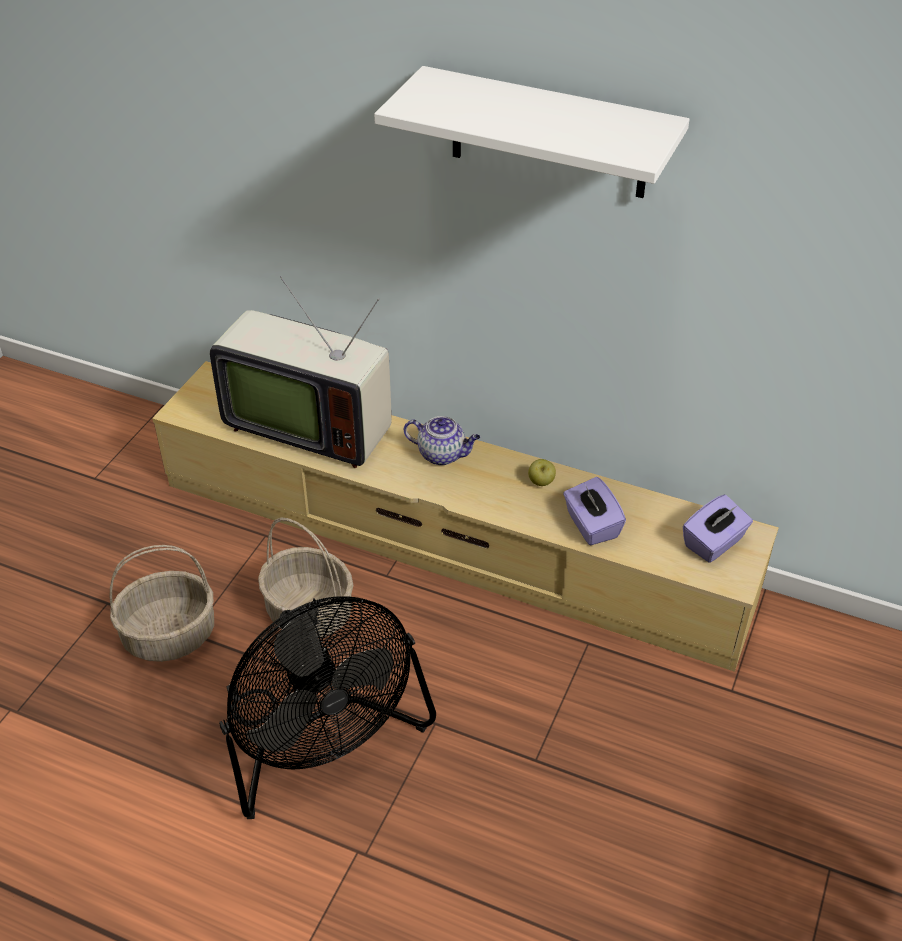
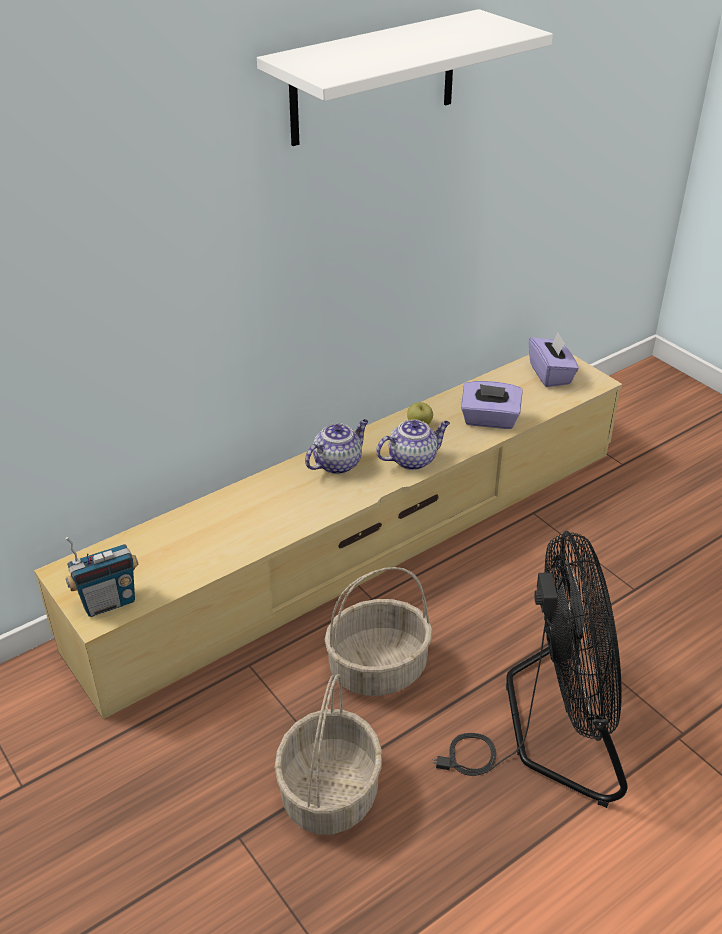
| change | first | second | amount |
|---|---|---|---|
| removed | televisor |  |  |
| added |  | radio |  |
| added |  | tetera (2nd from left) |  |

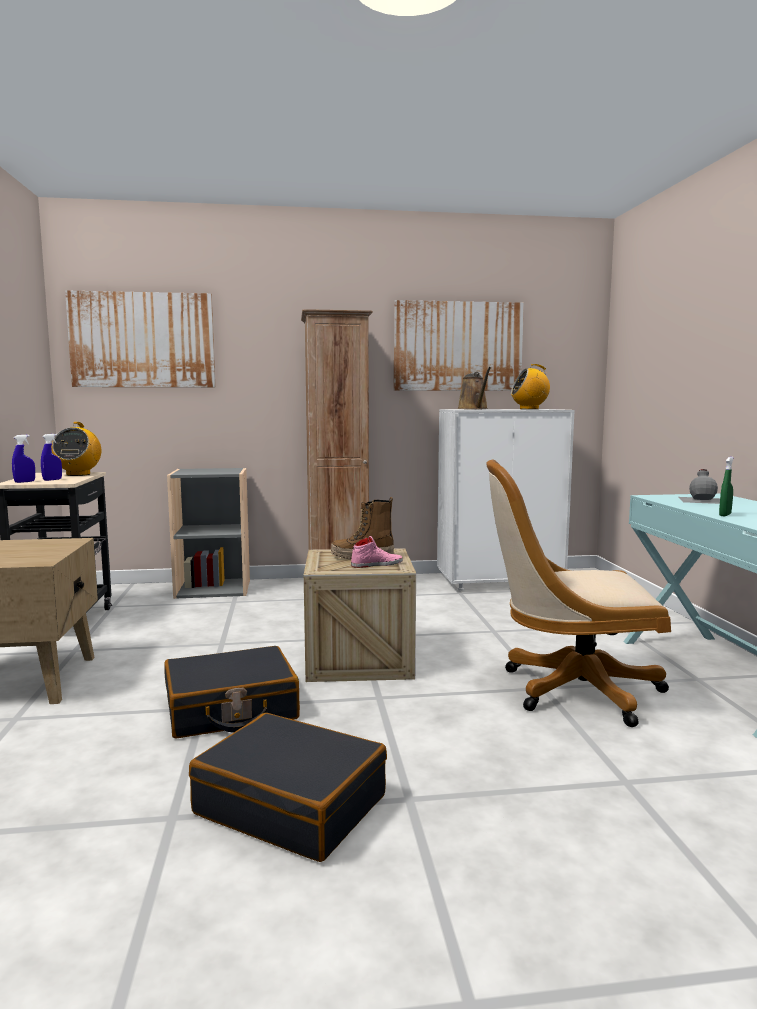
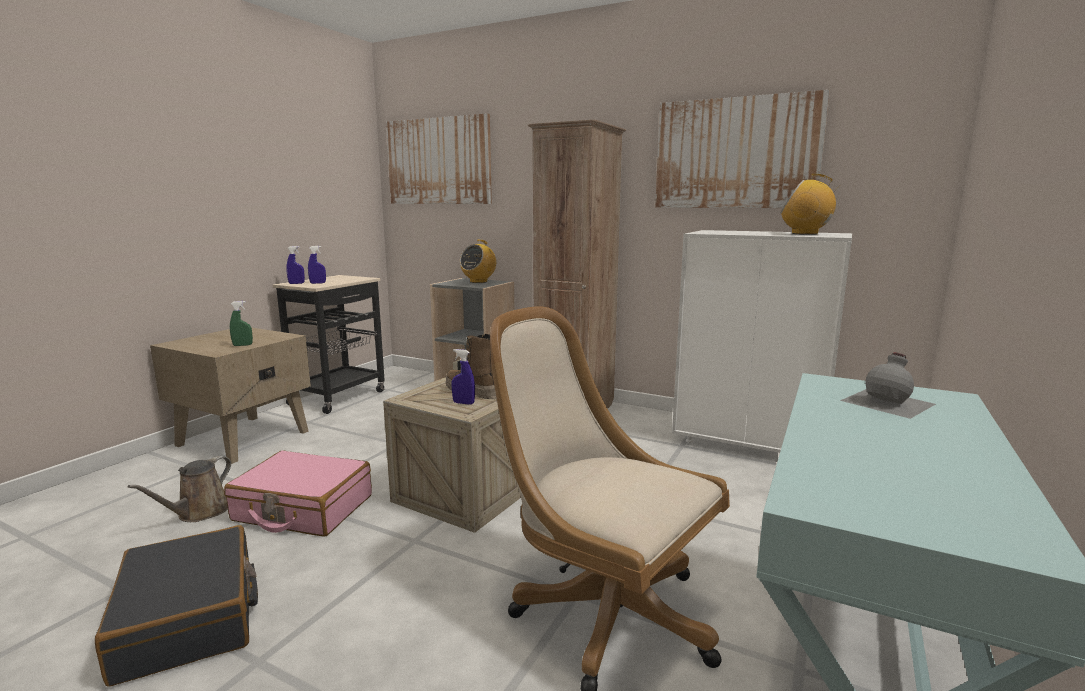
| change | first | second | amount |
|---|---|---|---|
| moved | radio (1st from left) |  |  |
| moved | regadera/marrón |  |  |
| moved | pulverizador/verde |  |  |
| replaced | zapato/rosa | pulverizador/azul (3rd from left) |  |
| recoloured | maleta/negro (1st from left) | maleta/rosa |  |

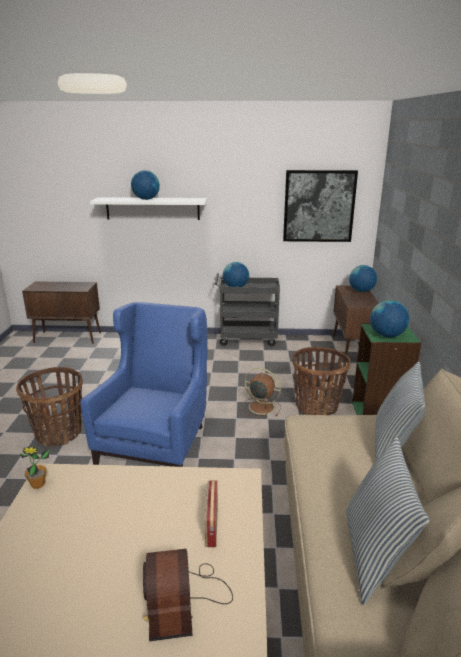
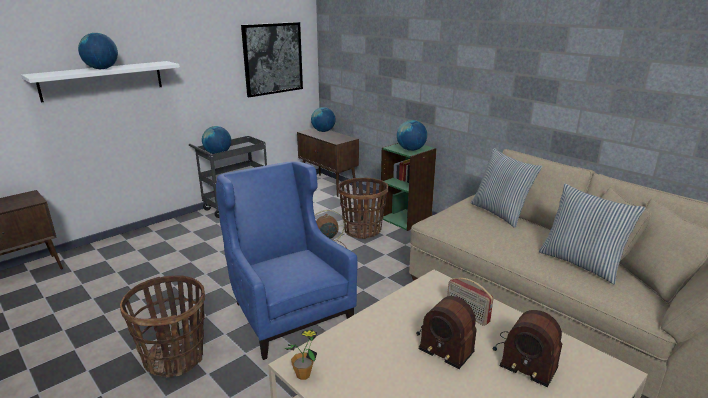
| change | first | second | amount |
|---|---|---|---|
| added |  | radio (1st from left) |  |

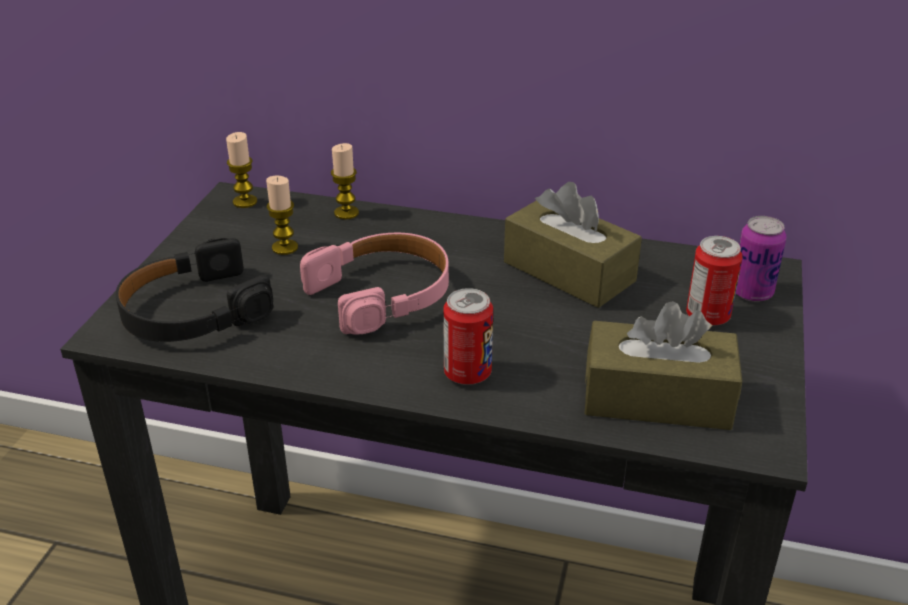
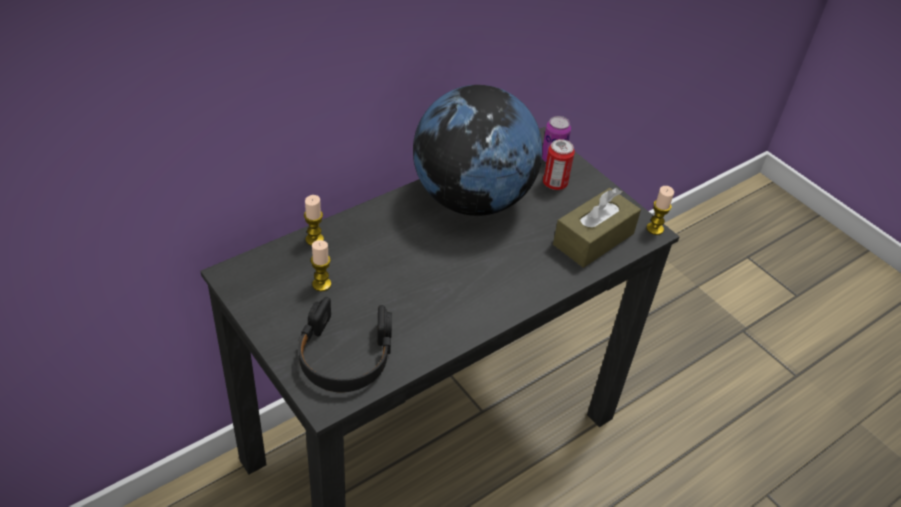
| change | first | second | amount |
|---|---|---|---|
| removed | auriculares/rosa |  |  |
| removed | lata (1st from left) |  |  |
| moved | vela (1st from left in the first image) | vela (3rd from left) |  |
| replaced | caja de pañuelos/marrón (1st from left) | globo terráqueo |  |

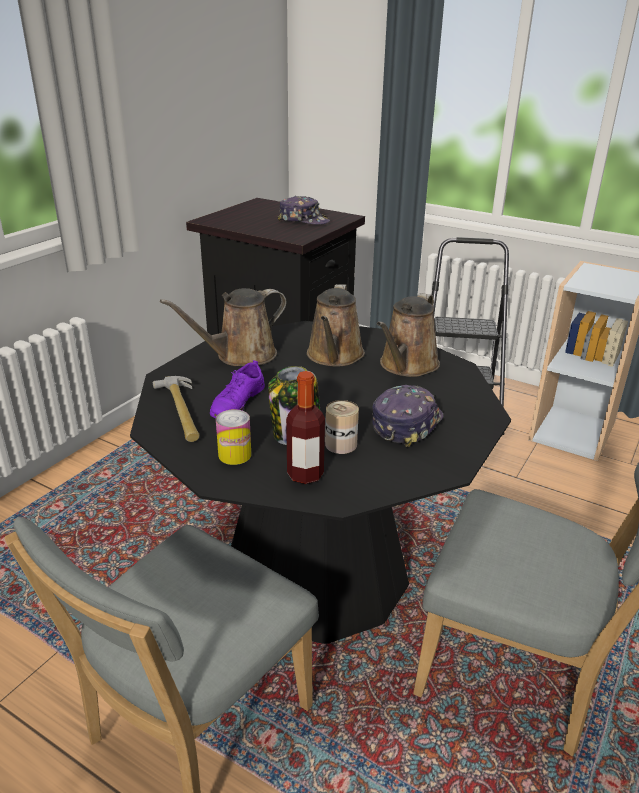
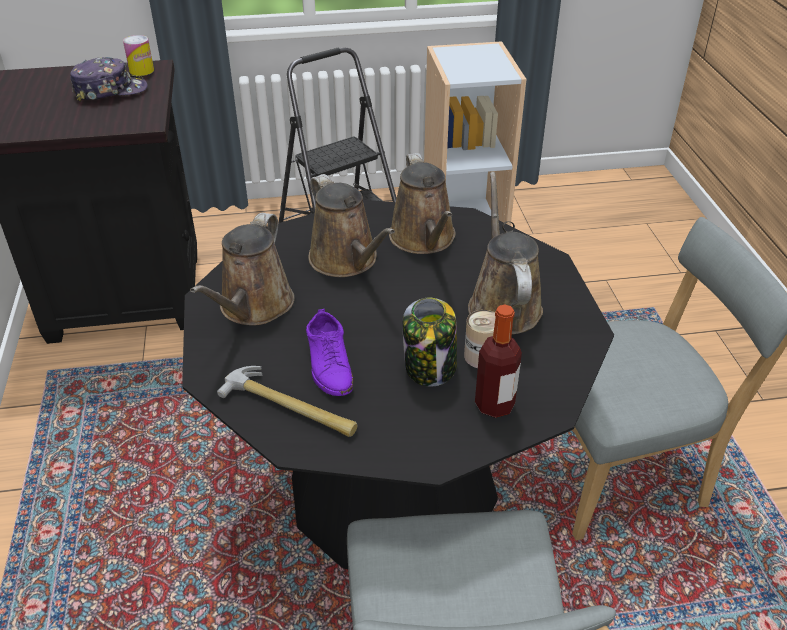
| change | first | second | amount |
|---|---|---|---|
| moved | lata (1st from left) |  |  |
| replaced | gorra (2nd from left) | regadera/marrón (4th from left) |  |

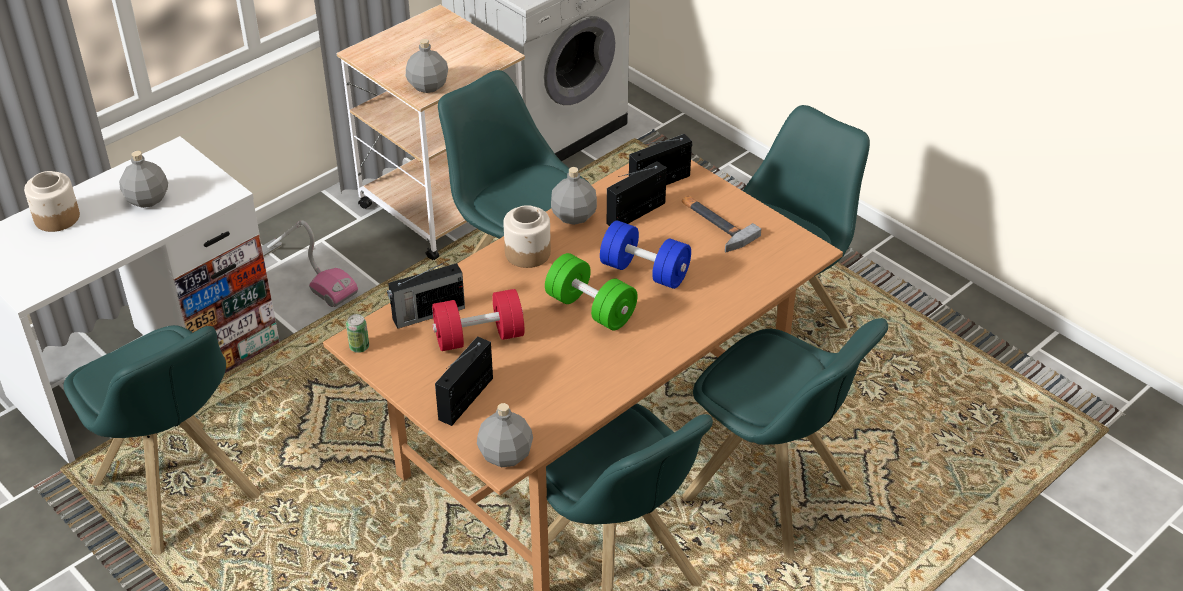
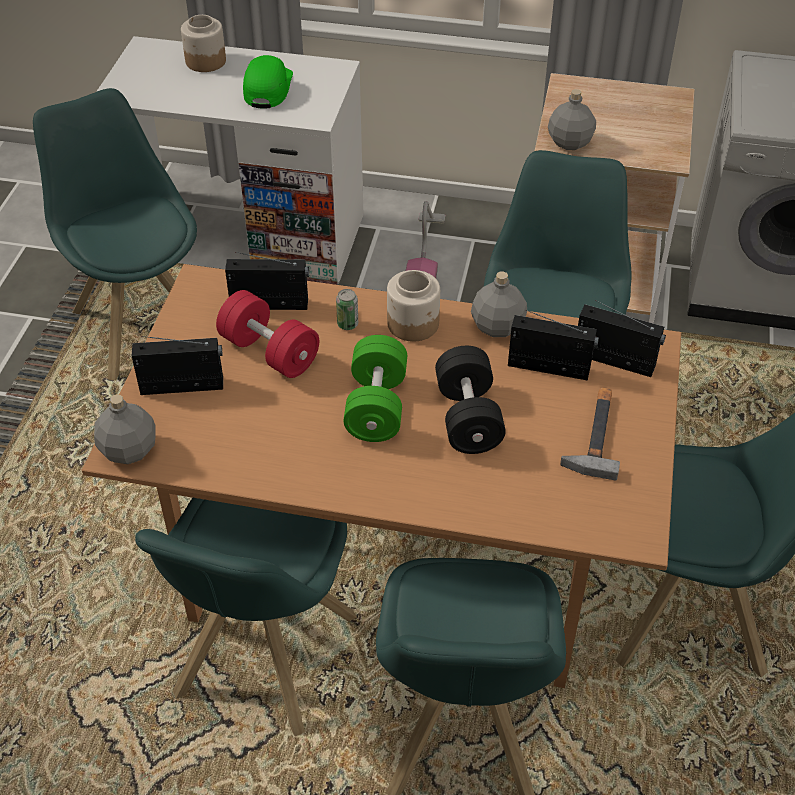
| change | first | second | amount |
|---|---|---|---|
| moved | lata |  |  |
| replaced | botella/gris (1st from left) | gorra/verde |  |
| recoloured | mancuerna/azul | mancuerna/negro |  |
| turned | silla/turquesa (1st from left) |  | 135 degrees clockwise |
| turned | radio (1st from left in the first image) | radio (2nd from left) | 150 degrees clockwise |

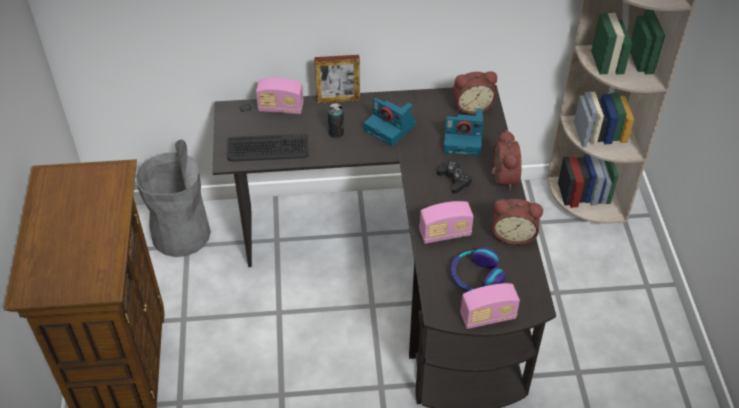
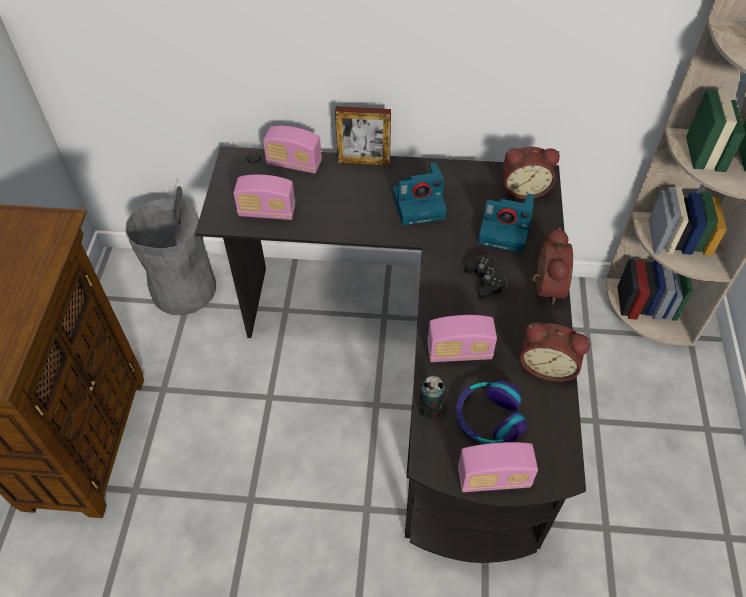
| change | first | second | amount |
|---|---|---|---|
| moved | lata |  |  |
| replaced | teclado | radio (1st from left) |  |
| turned | cámara (1st from left) |  | 60 degrees counterclockwise |

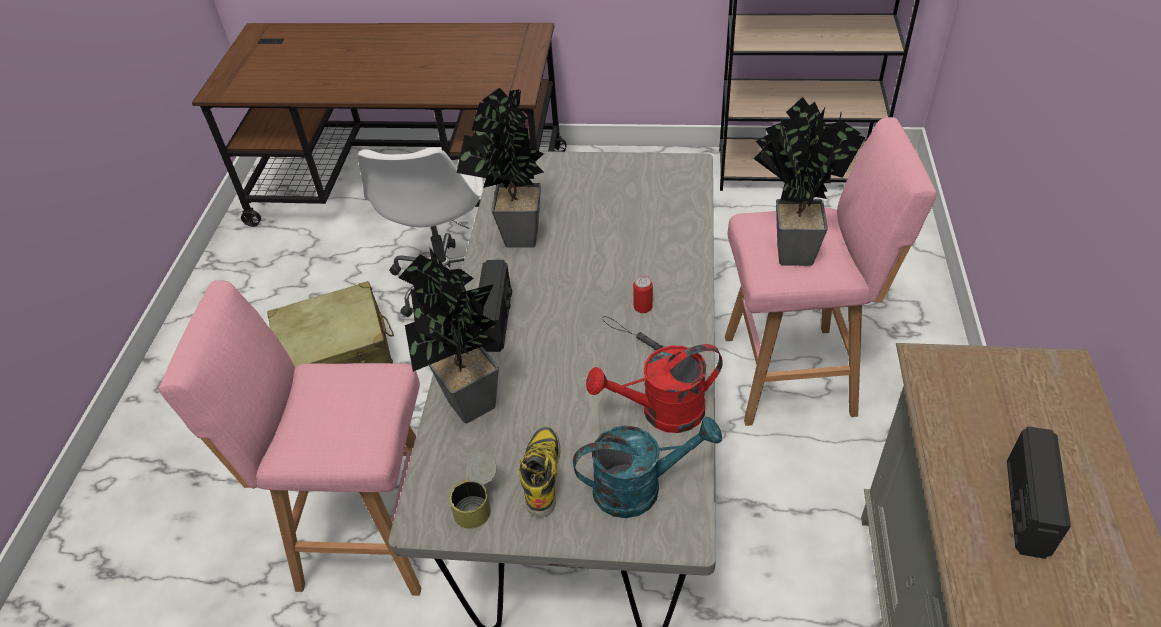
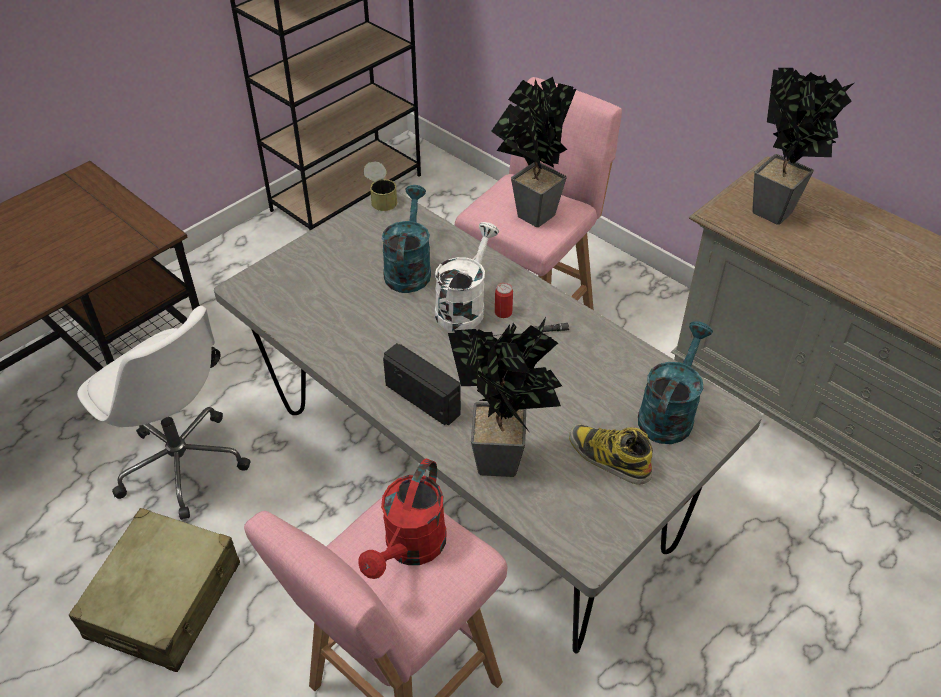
| change | first | second | amount |
|---|---|---|---|
| removed | radio (2nd from left) |  |  |
| added |  | regadera/turquesa (1st from left) |  |
| added |  | regadera/blanco |  |
| moved | lata (1st from left) |  |  |
| moved | planta en maceta (2nd from left in the first image) | planta en maceta (3rd from left) |  |
| moved | regadera/rojo |  |  |

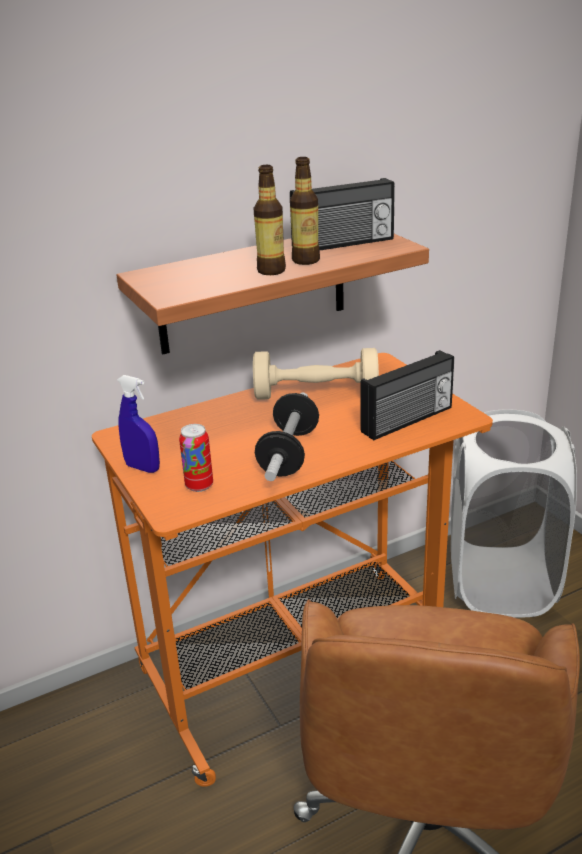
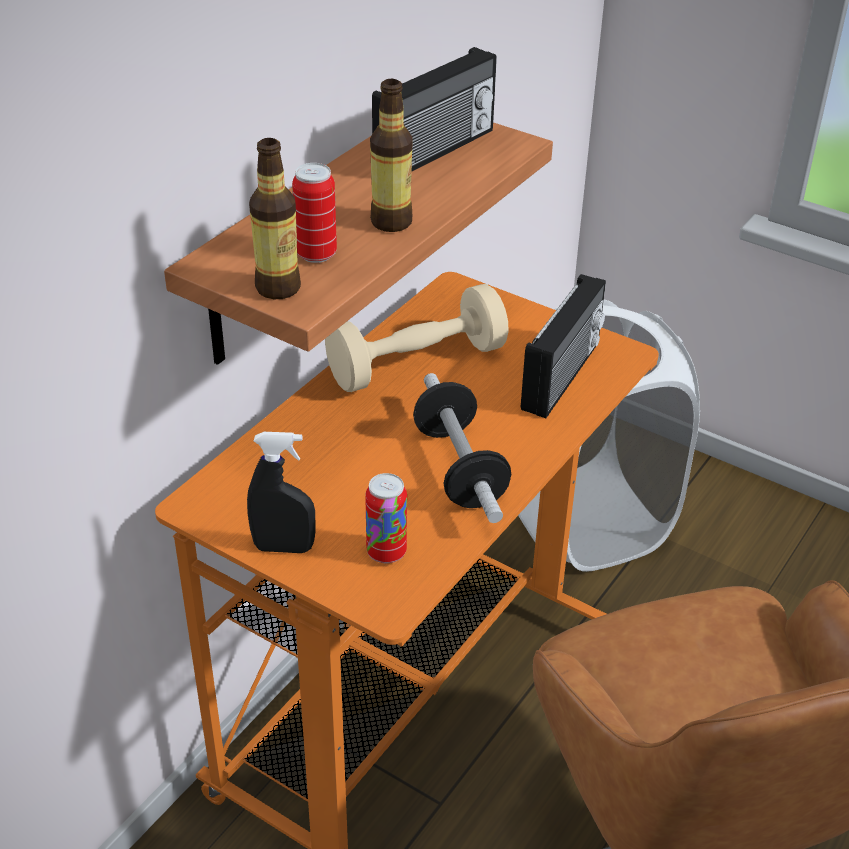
| change | first | second | amount |
|---|---|---|---|
| added |  | lata (1st from left) |  |
| moved | botella (2nd from left in the first image) | botella (1st from left) |  |
| recoloured | pulverizador/azul | pulverizador/negro |  |

